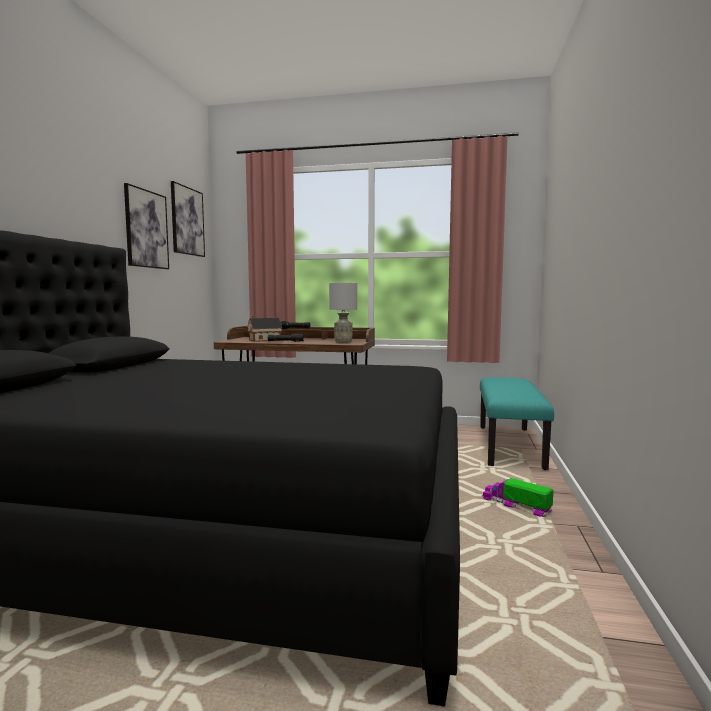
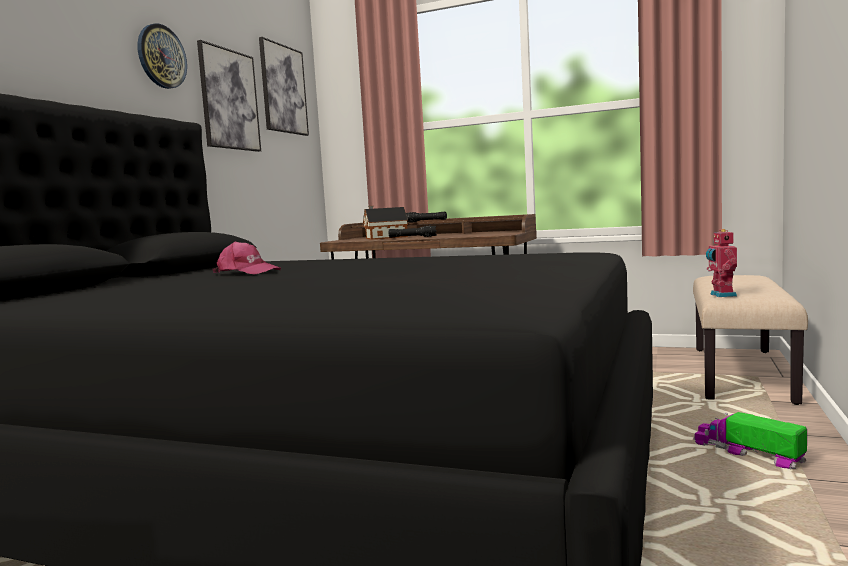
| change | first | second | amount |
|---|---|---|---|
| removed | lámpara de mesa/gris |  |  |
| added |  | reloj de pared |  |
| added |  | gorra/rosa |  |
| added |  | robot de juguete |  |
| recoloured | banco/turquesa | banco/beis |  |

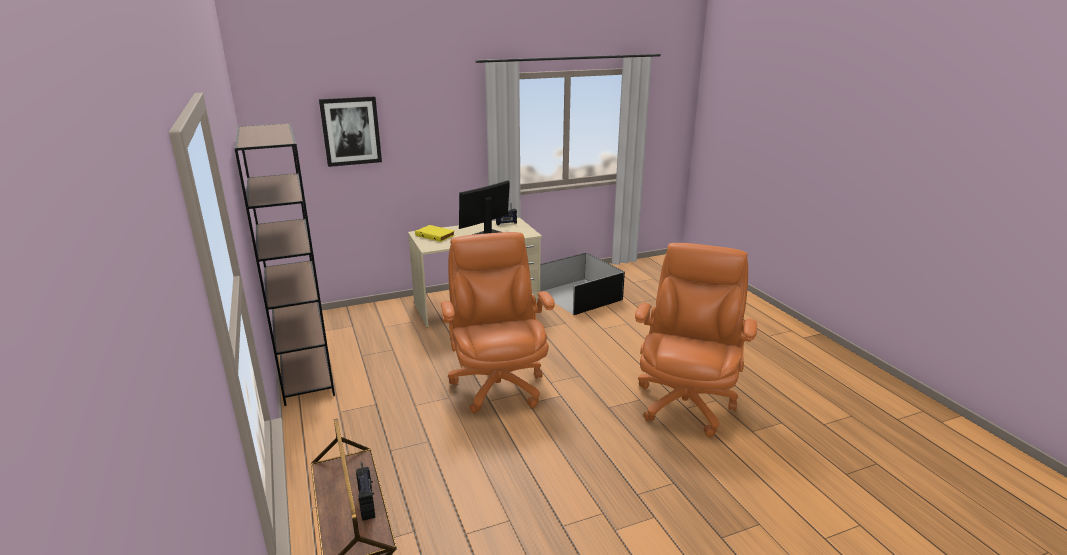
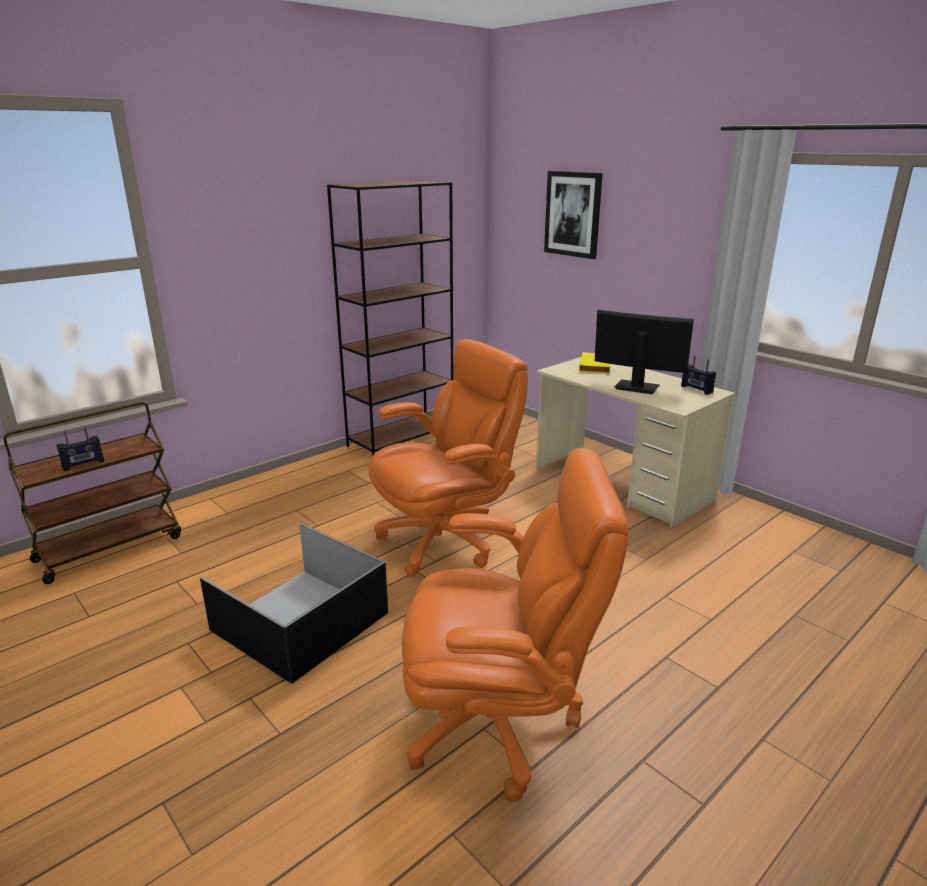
| change | first | second | amount |
|---|---|---|---|
| moved | caja de almacenaje/negro |  |  |

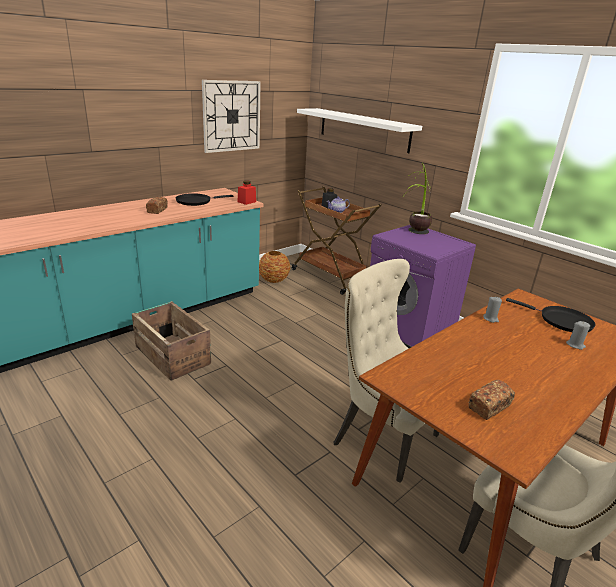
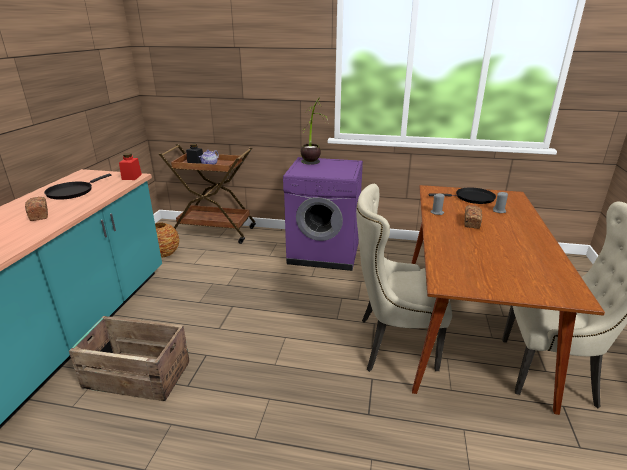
| change | first | second | amount |
|---|---|---|---|
| removed | reloj de pared |  |  |
| removed | estante/blanco |  |  |
| moved | pan (2nd from left) |  |  |

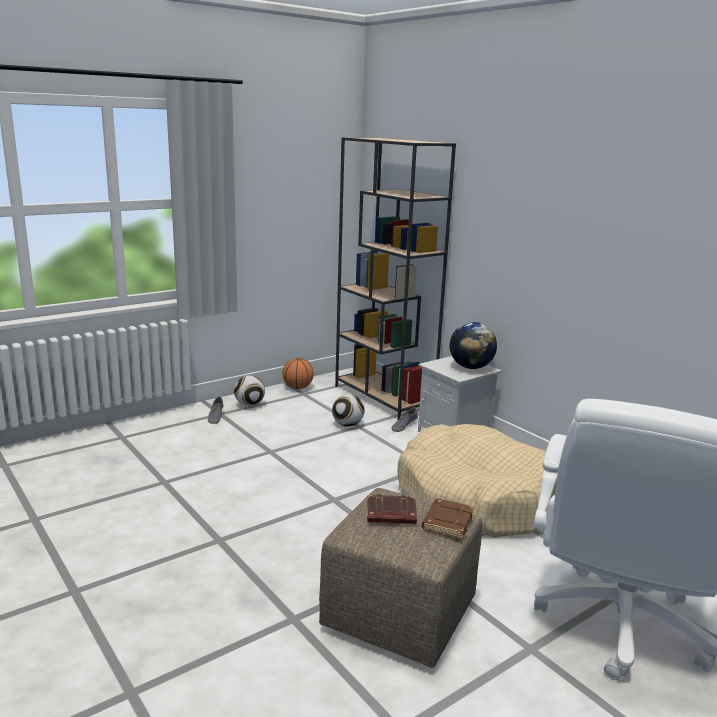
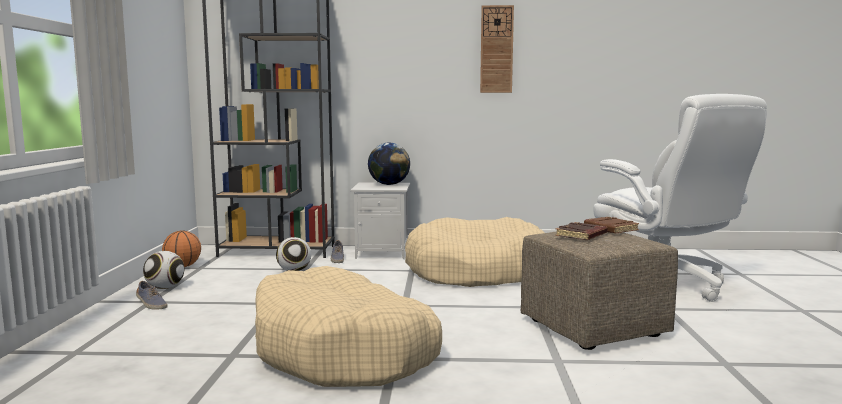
| change | first | second | amount |
|---|---|---|---|
| added |  | cama para perro/beis (1st from left) |  |
| added |  | reloj de pared |  |

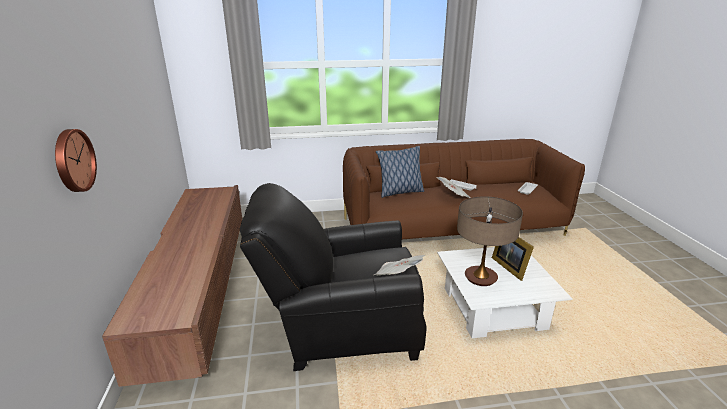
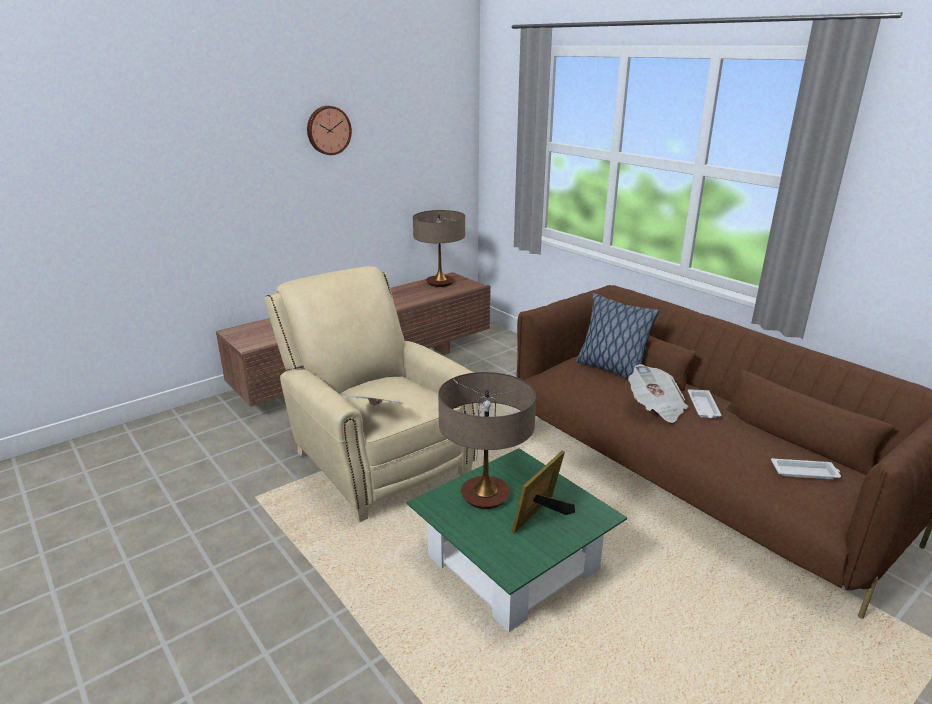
| change | first | second | amount |
|---|---|---|---|
| added |  | lámpara de mesa (1st from left) |  |
| moved | reloj de pared |  |  |
| recoloured | sillón/negro | sillón/beis |  |
| recoloured | mesa de centro/blanco | mesa de centro/verde |  |

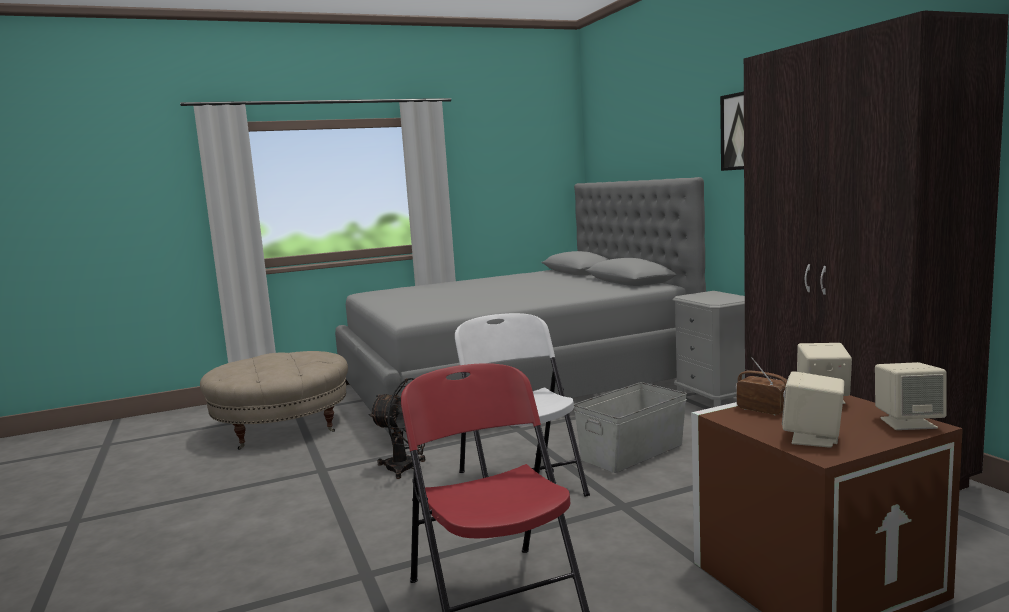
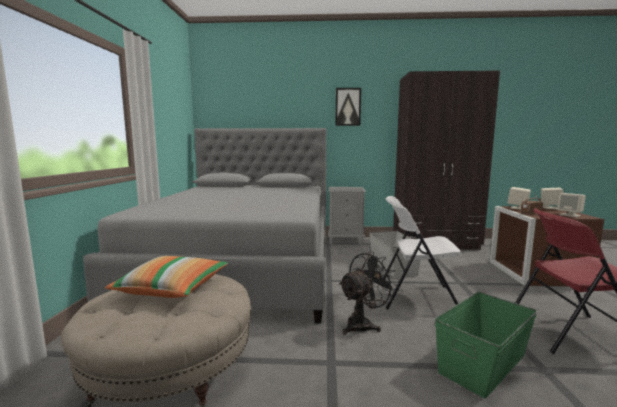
| change | first | second | amount |
|---|---|---|---|
| added |  | cojín |  |
| added |  | caja de almacenaje/verde |  |

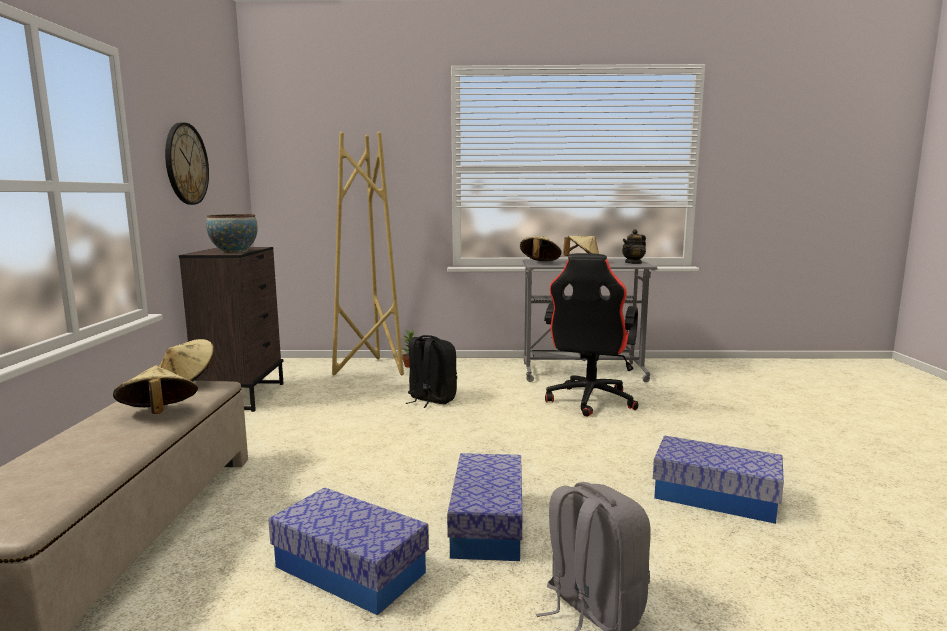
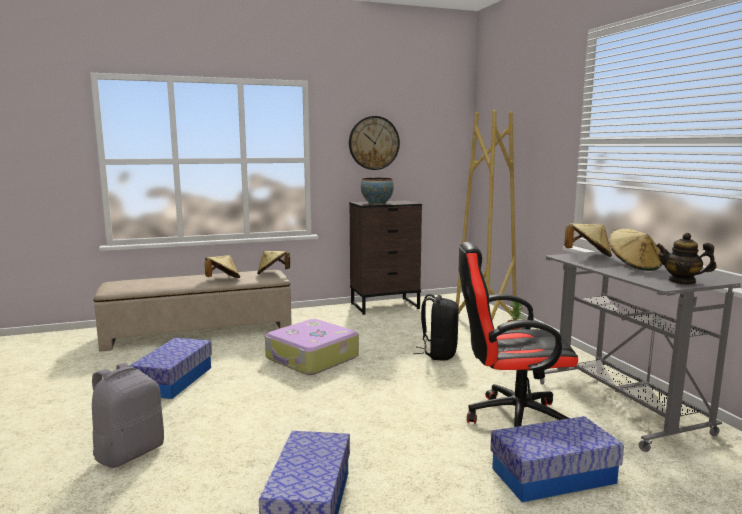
| change | first | second | amount |
|---|---|---|---|
| added |  | maleta |  |
| moved | caja de almacenaje (2nd from left in the first image) | caja de almacenaje (3rd from left) |  |

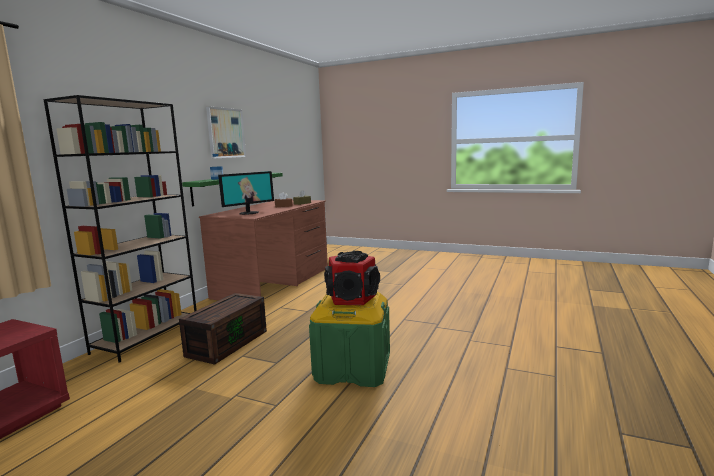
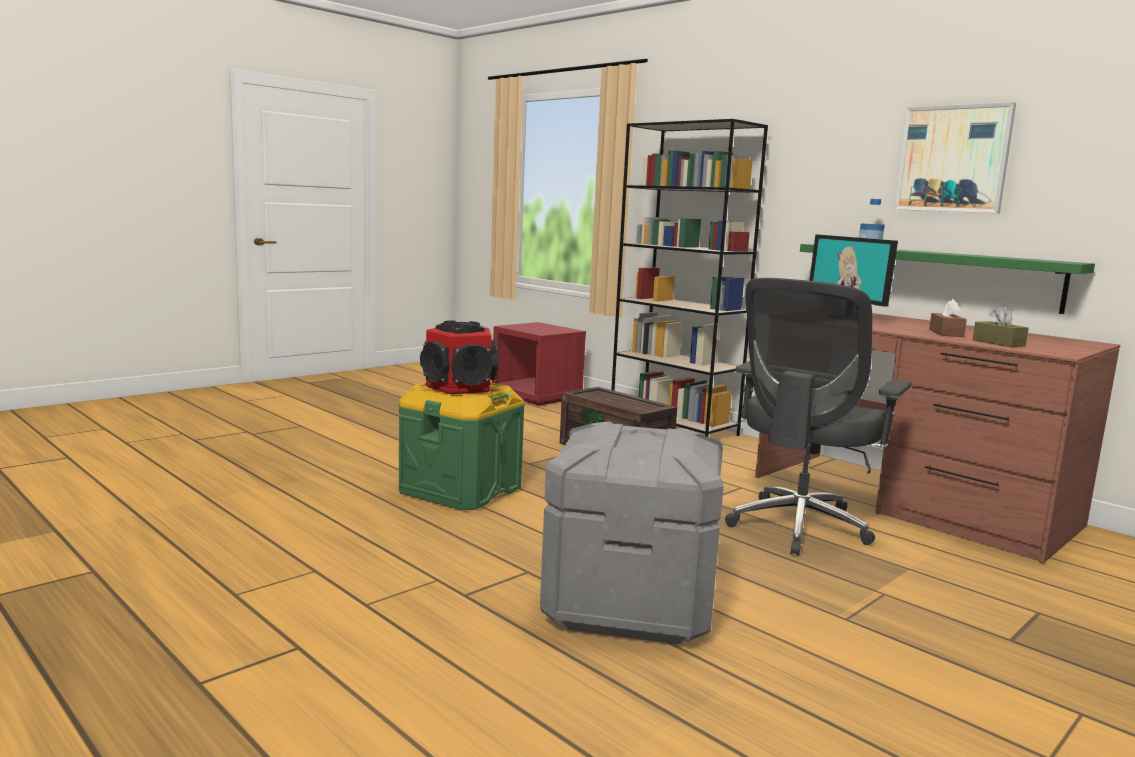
| change | first | second | amount |
|---|---|---|---|
| added |  | caja de almacenaje/gris |  |
| added |  | silla de oficina |  |

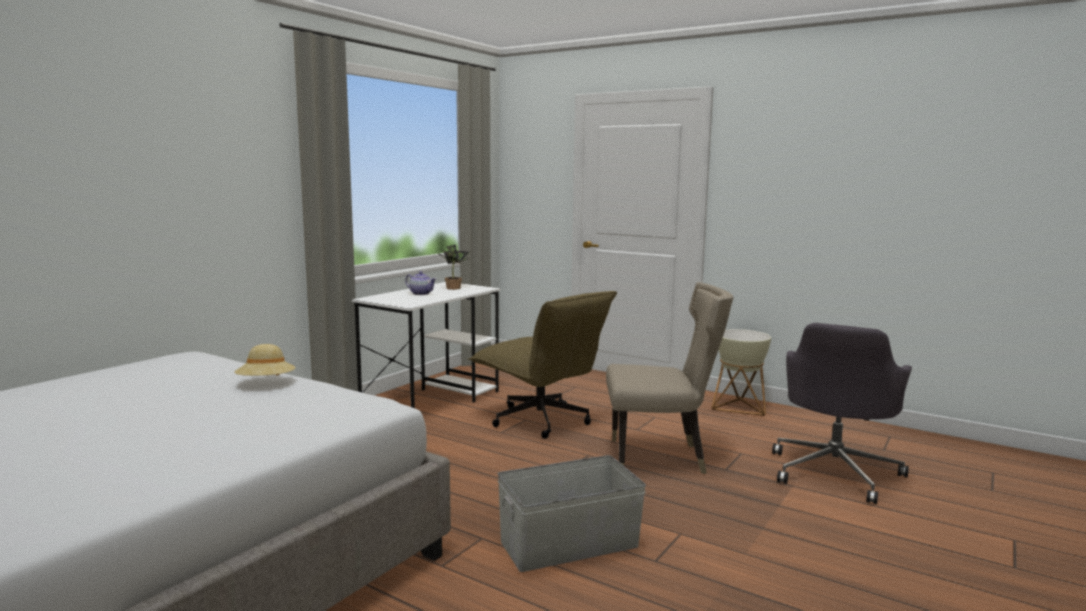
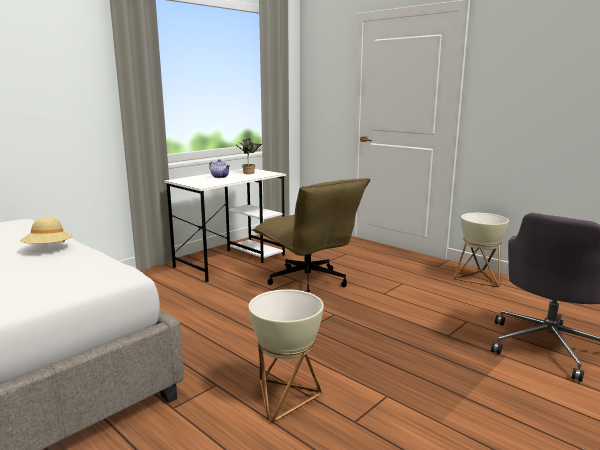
| change | first | second | amount |
|---|---|---|---|
| removed | silla/beis |  |  |
| replaced | caja de almacenaje/gris | maceta (1st from left) |  |

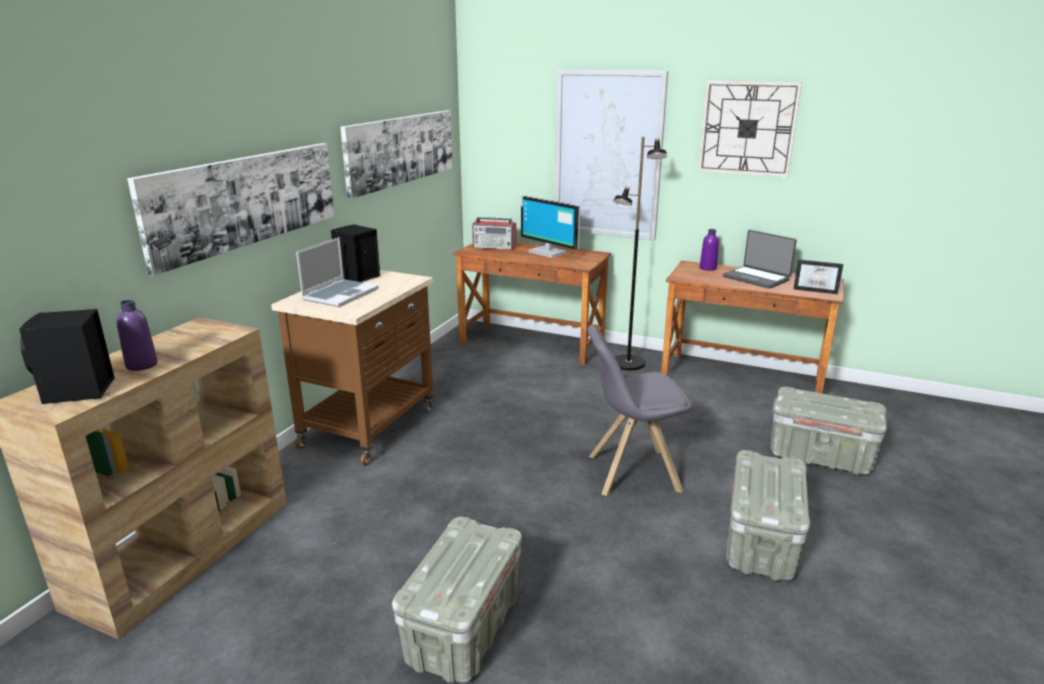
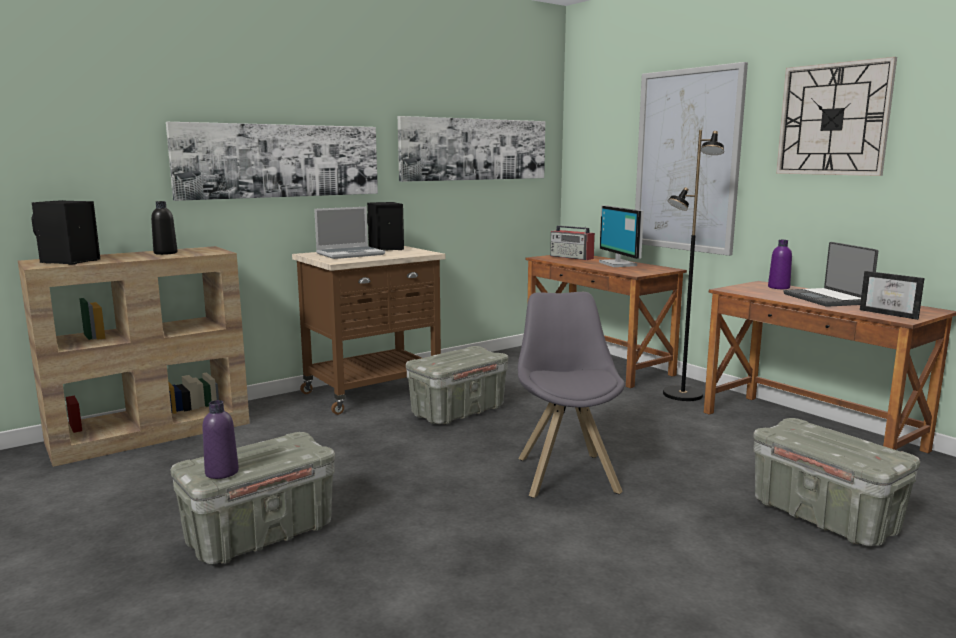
| change | first | second | amount |
|---|---|---|---|
| added |  | botella/negro |  |
| moved | botella/morado (1st from left) |  |  |
| moved | caja de almacenaje/gris (2nd from left) |  |  |
| turned | silla/gris |  | 60 degrees clockwise |

